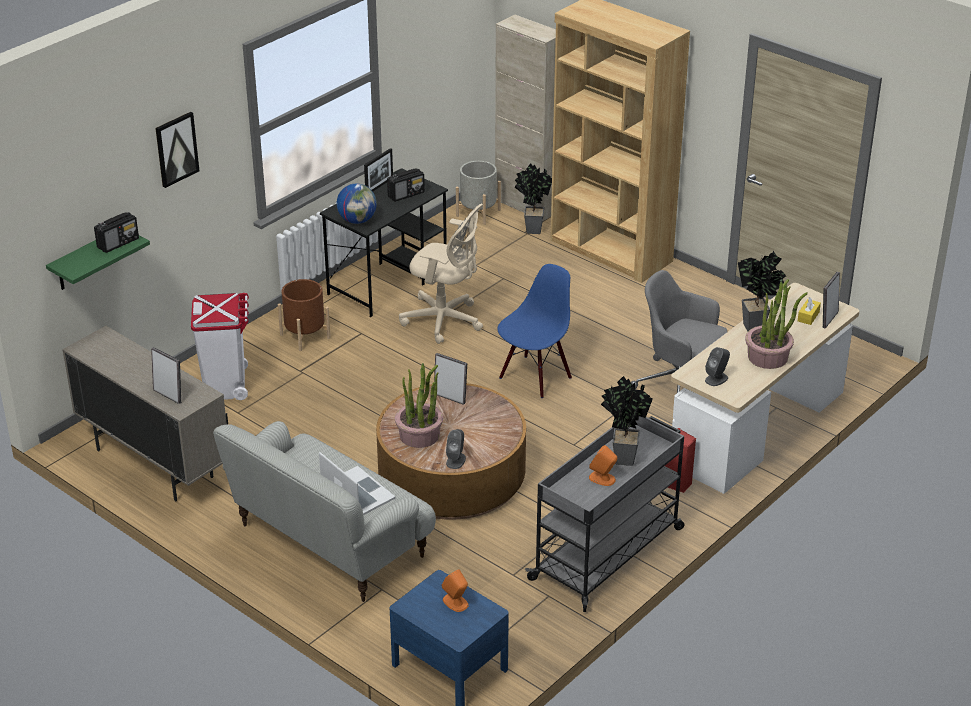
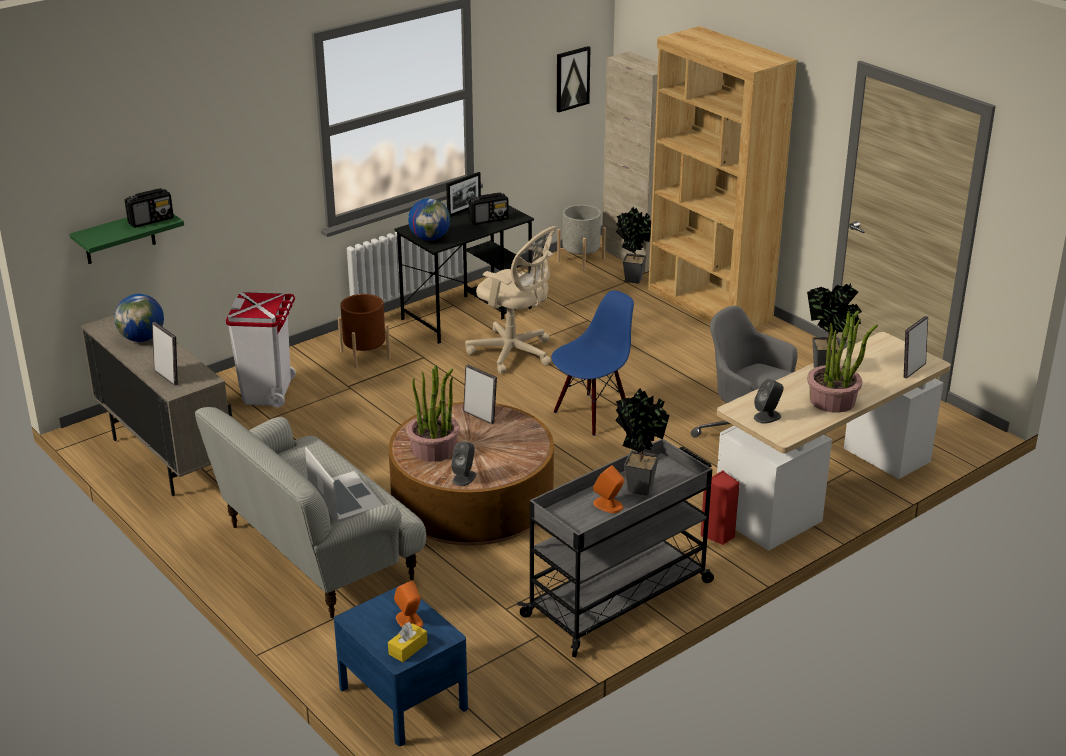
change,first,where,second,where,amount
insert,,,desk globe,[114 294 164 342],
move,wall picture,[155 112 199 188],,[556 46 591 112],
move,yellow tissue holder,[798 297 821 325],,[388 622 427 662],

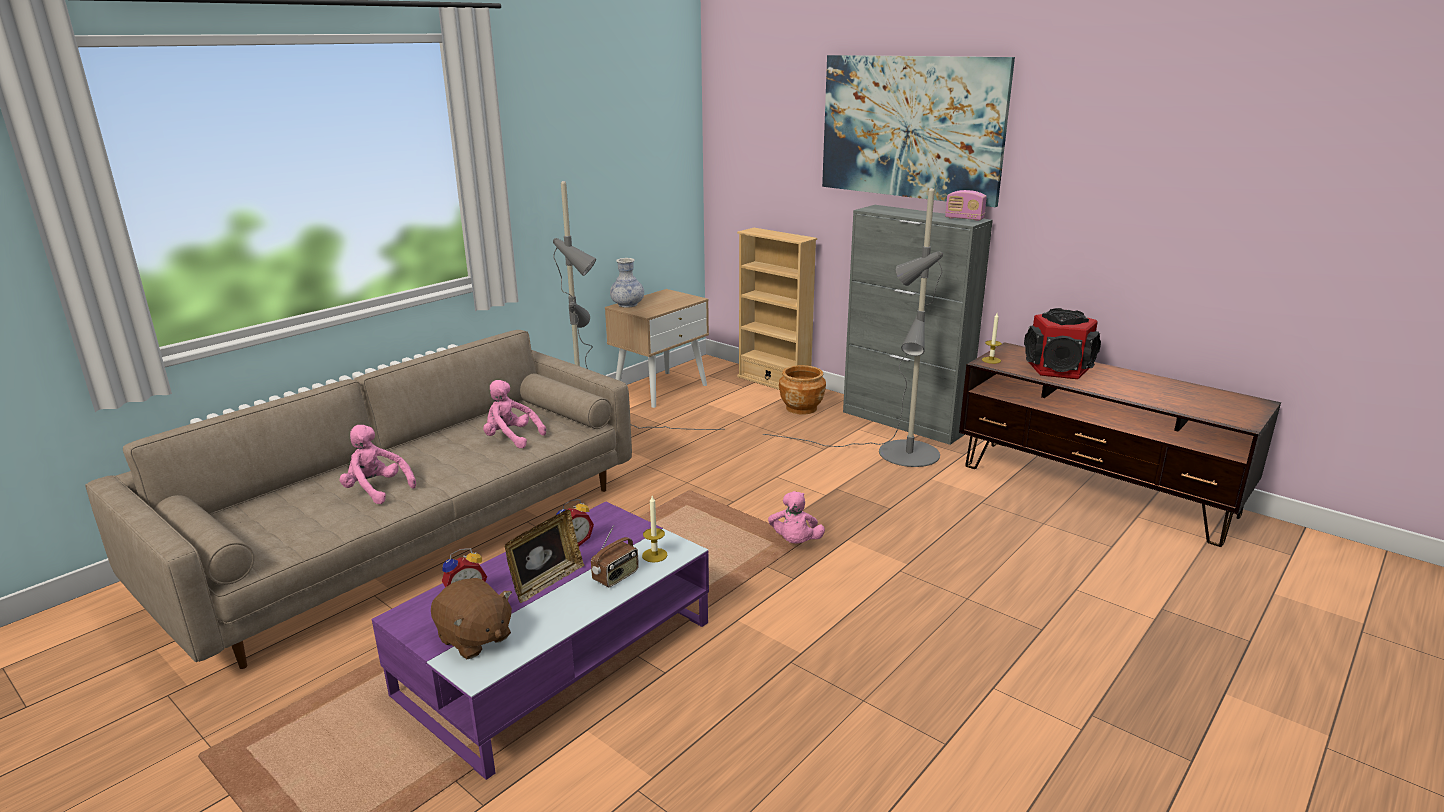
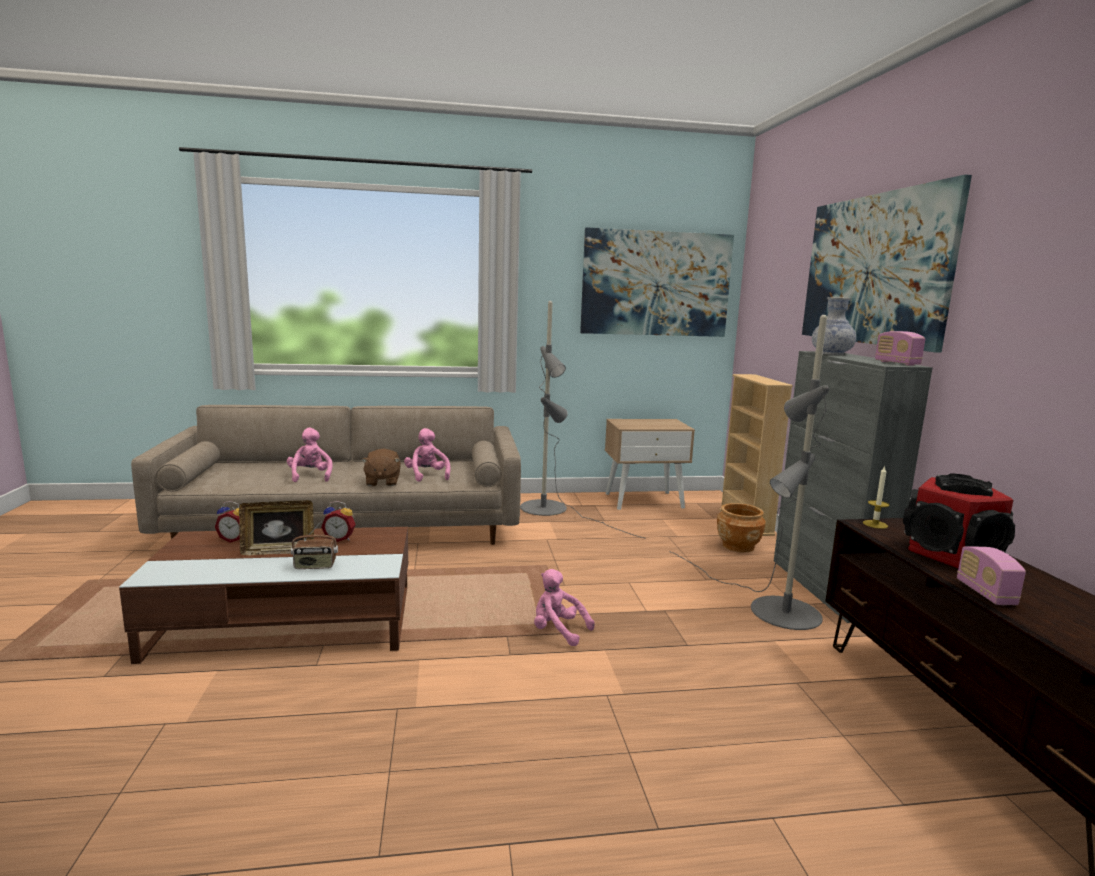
change,first,where,second,where,amount
delete,wax light,[642 496 668 563],,,
insert,,,wall picture,[580 227 734 337],
insert,,,radio set,[957 546 1026 605],
move,brown plush toy,[431 578 512 659],,[361 448 401 486],
move,flower vase,[610 258 644 308],,[812 297 856 355],
recolor,purplish lounge table,[372 502 709 780],brown lounge table,[119 527 408 664],
rotate,pink-coloured plush toy,[768 491 825 544],,[534 569 595 646],75 degrees clockwise

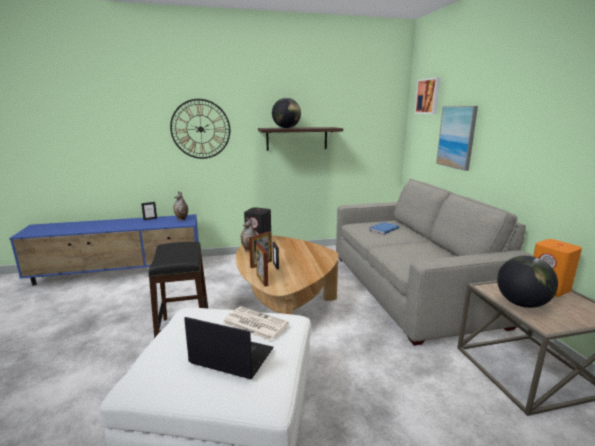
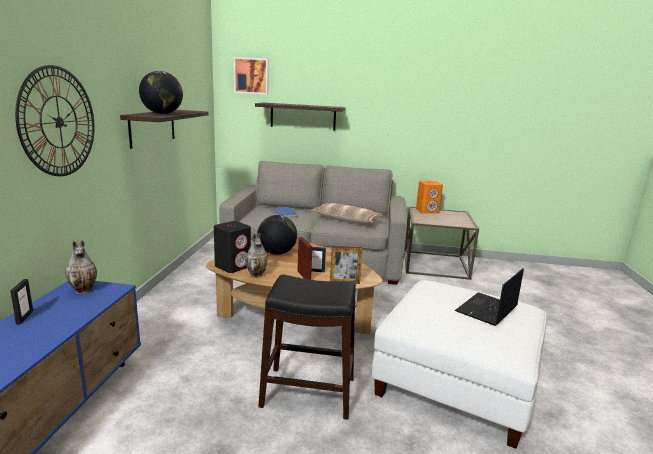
change,first,where,second,where,amount
delete,newspaper,[223 306 289 341],,,
insert,,,throw pillow,[311 203 383 224],
move,desk globe,[497 256 558 308],,[257 215 297 255],
replace,wall picture,[436 106 478 171],shelf,[255 103 345 131],

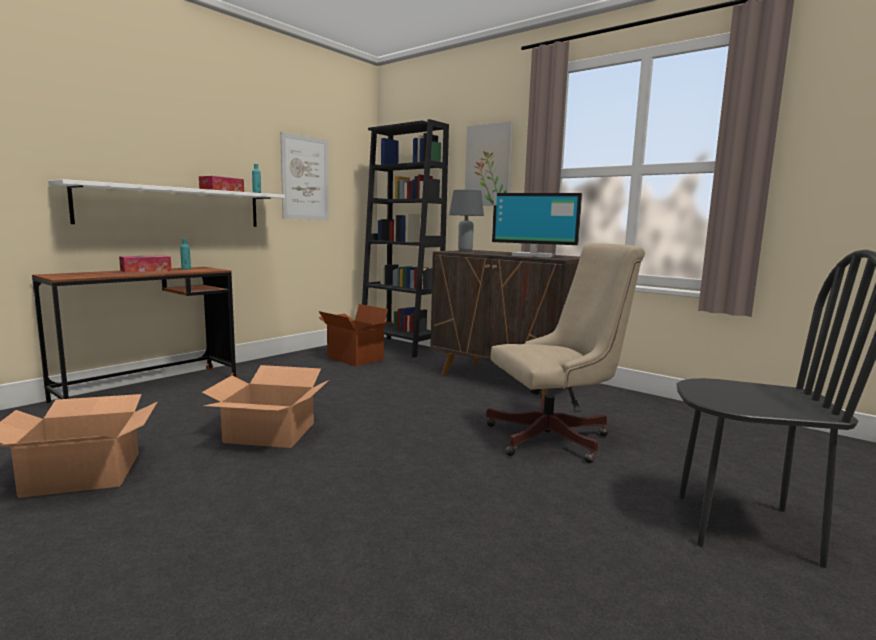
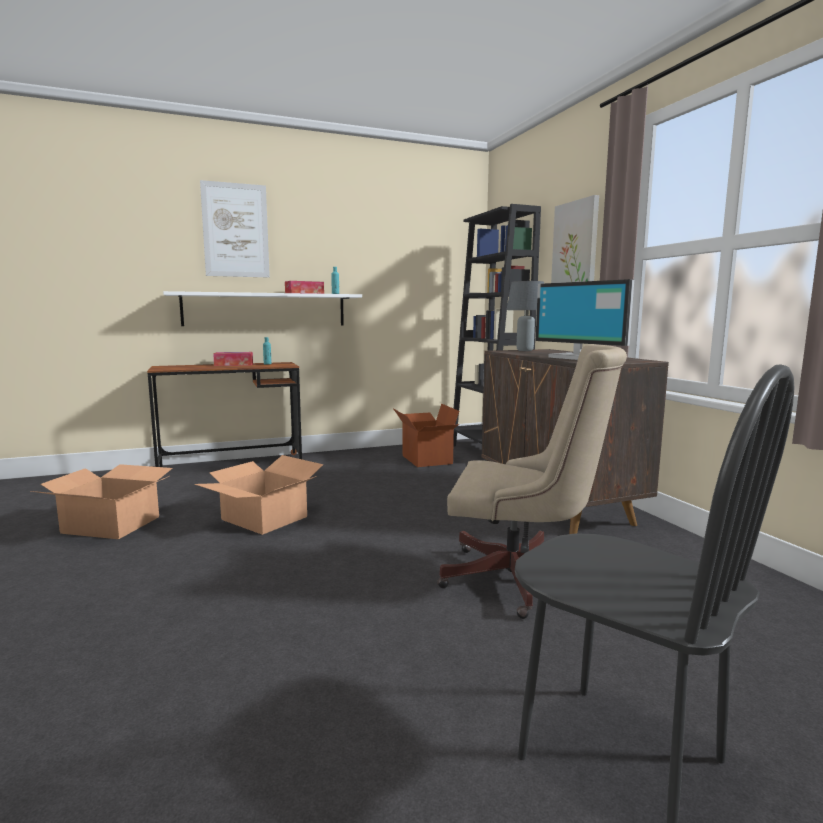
change,first,where,second,where,amount
move,wall picture,[280 132 329 220],,[200 180 270 277],

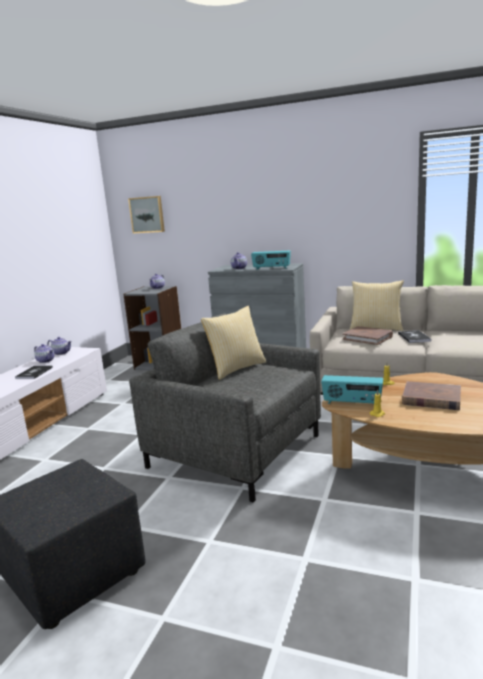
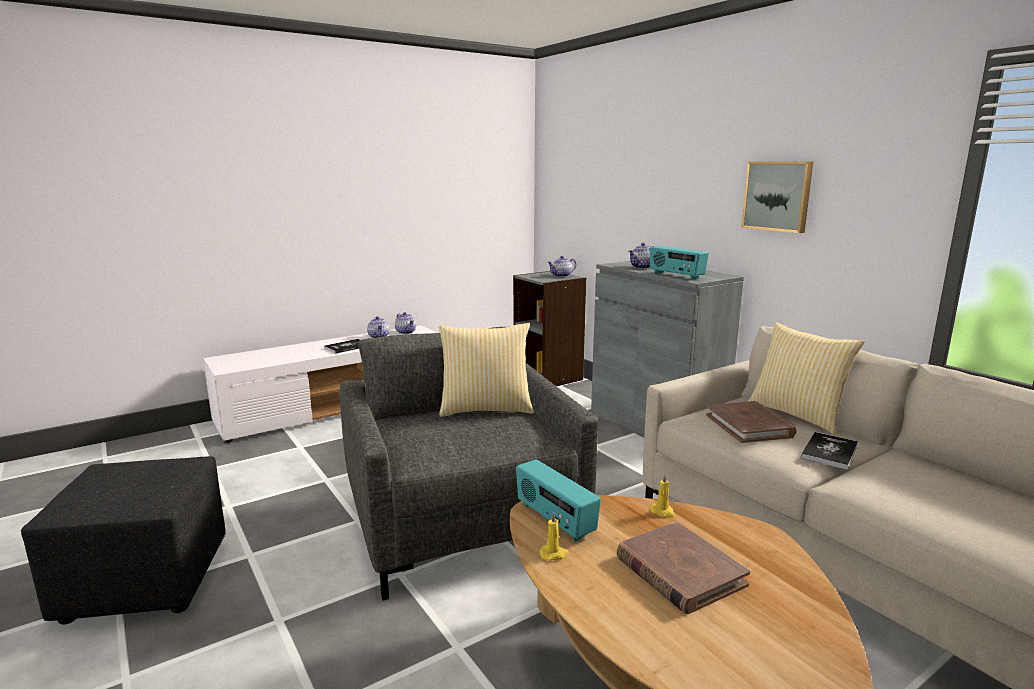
change,first,where,second,where,amount
move,wall picture,[128 196 165 233],,[741 162 813 233],

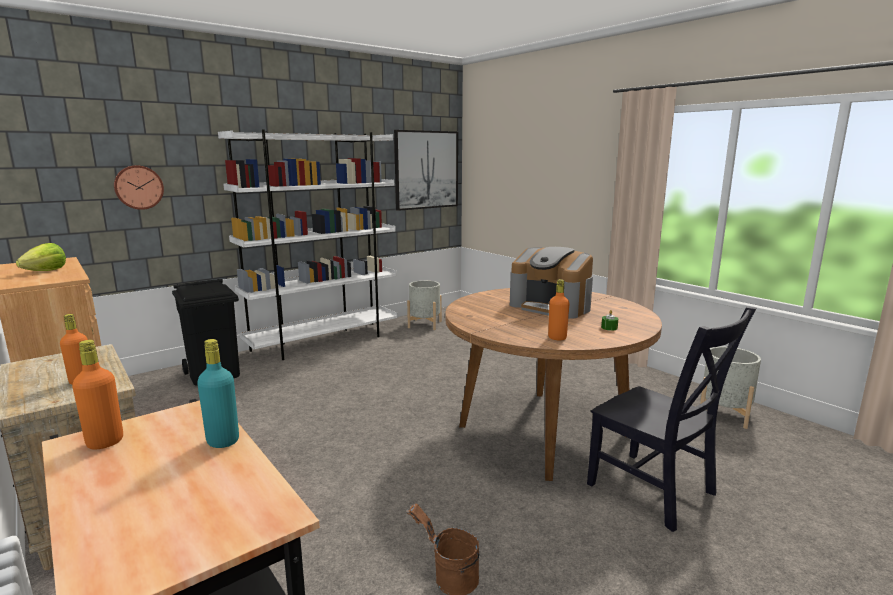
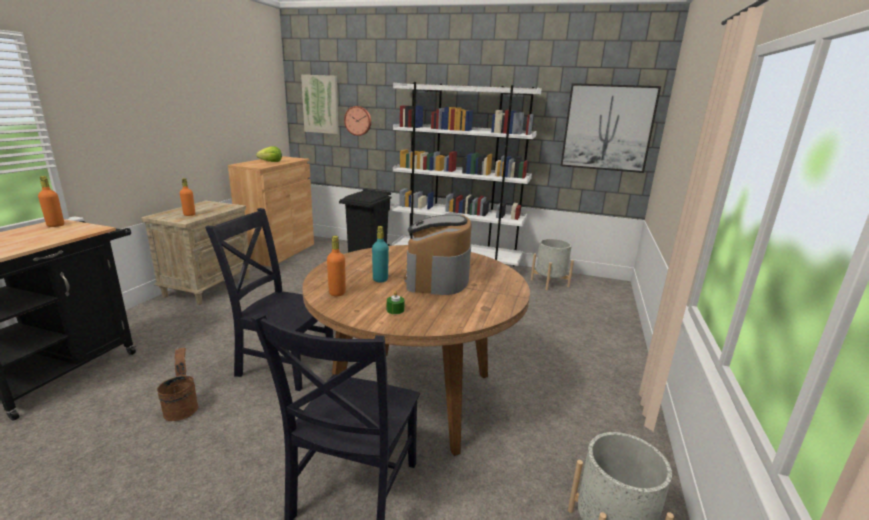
change,first,where,second,where,amount
insert,,,black-coloured plain chair,[205 208 333 391],
insert,,,wall picture,[301 75 339 134],
move,turquoise-coloured beverage bottle,[197 339 239 448],,[372 226 389 283],

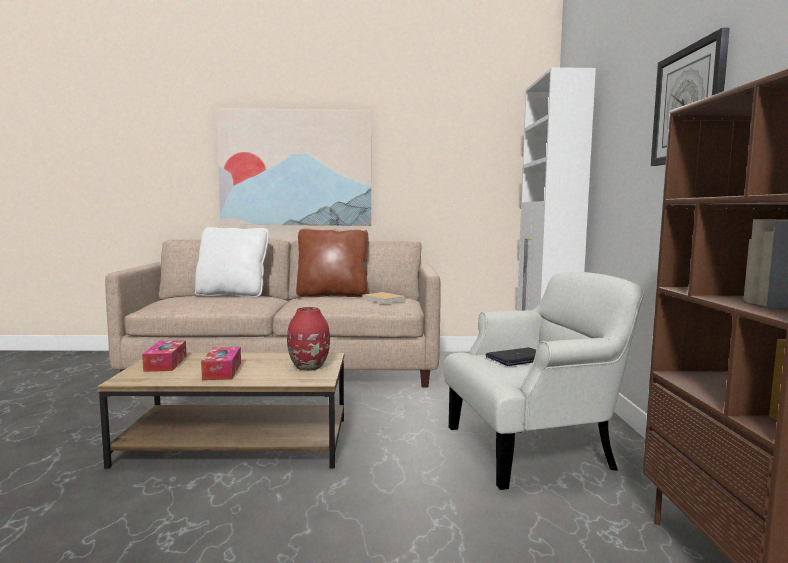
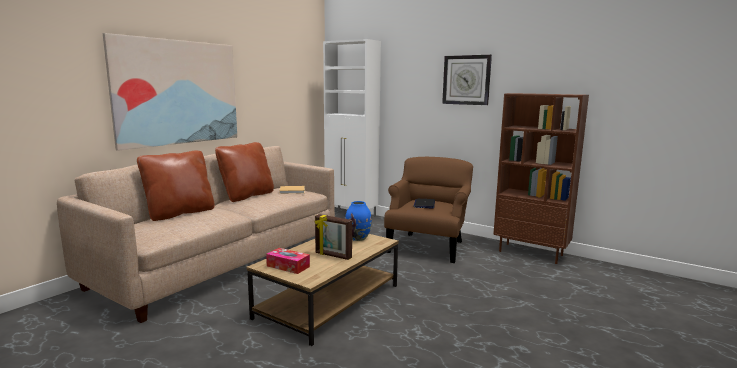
change,first,where,second,where,amount
replace,tissue holder,[201 347 241 380],standing frame,[315 214 352 260],
recolor,white-coloured throw pillow,[195 227 269 297],brown throw pillow,[137 151 215 221],
recolor,red flower vase,[287 307 330 371],blue-coloured flower vase,[345 201 372 241],
recolor,white-coloured easy chair,[444 272 645 490],brown easy chair,[384 157 473 263],

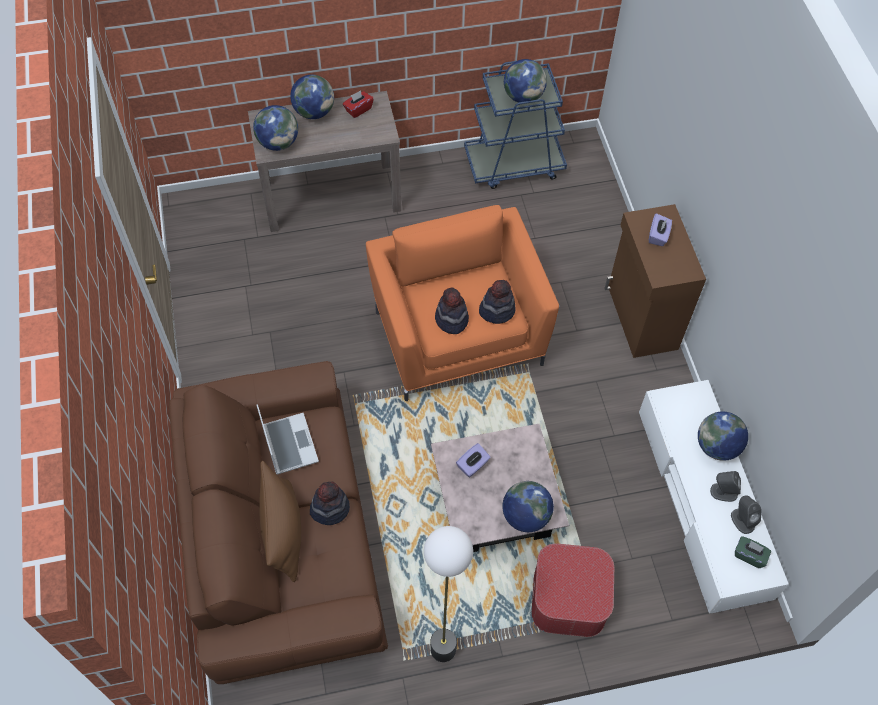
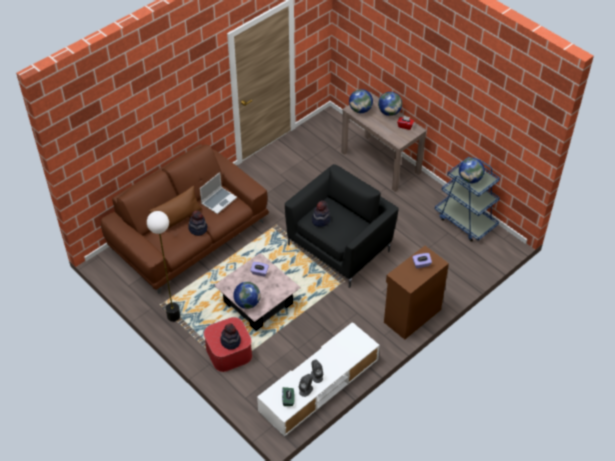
change,first,where,second,where,amount
delete,desk globe,[698 411 748 461],,,
move,hat,[479 280 515 324],,[220 323 241 350],
recolor,orangey easy chair,[366 205 559 401],black-coloured easy chair,[285 164 399 288],

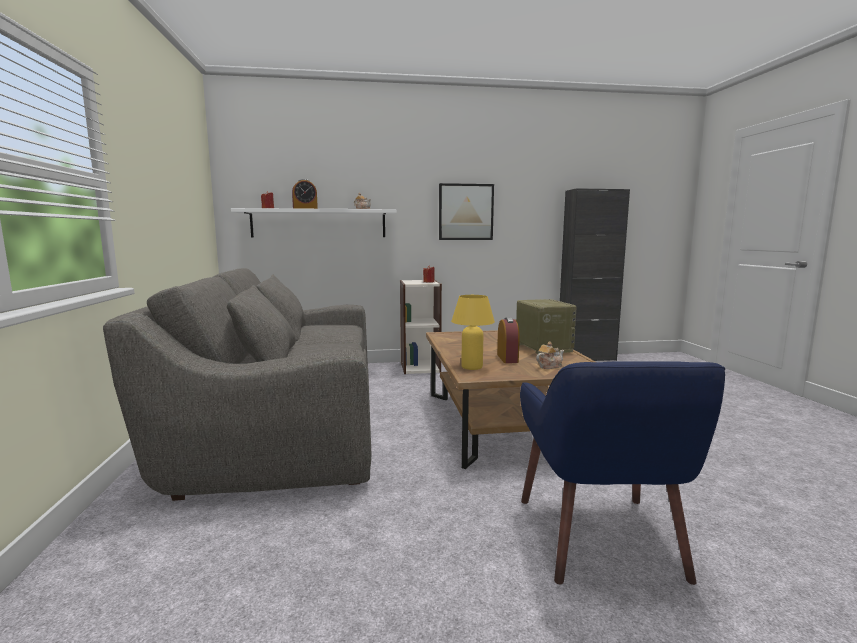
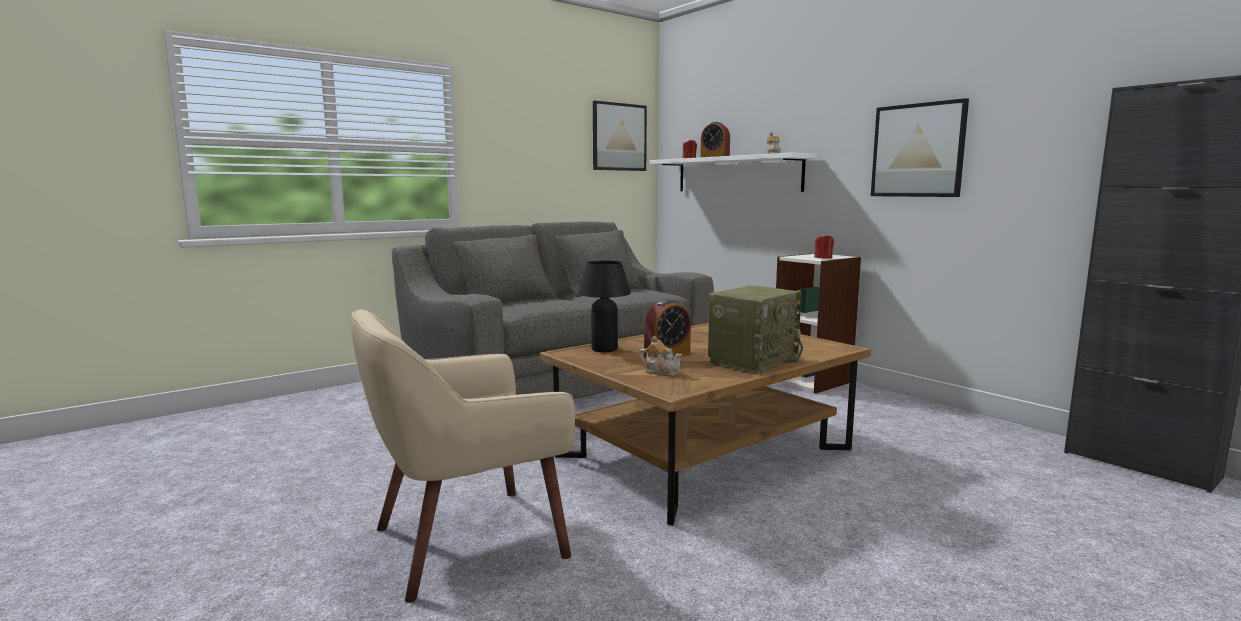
change,first,where,second,where,amount
insert,,,wall picture,[593 101 647 171],
recolor,yellow tabletop lamp,[451 295 495 370],black-coloured tabletop lamp,[578 261 631 352],
recolor,blue-coloured easy chair,[520 361 725 585],beige easy chair,[351 309 575 603],

